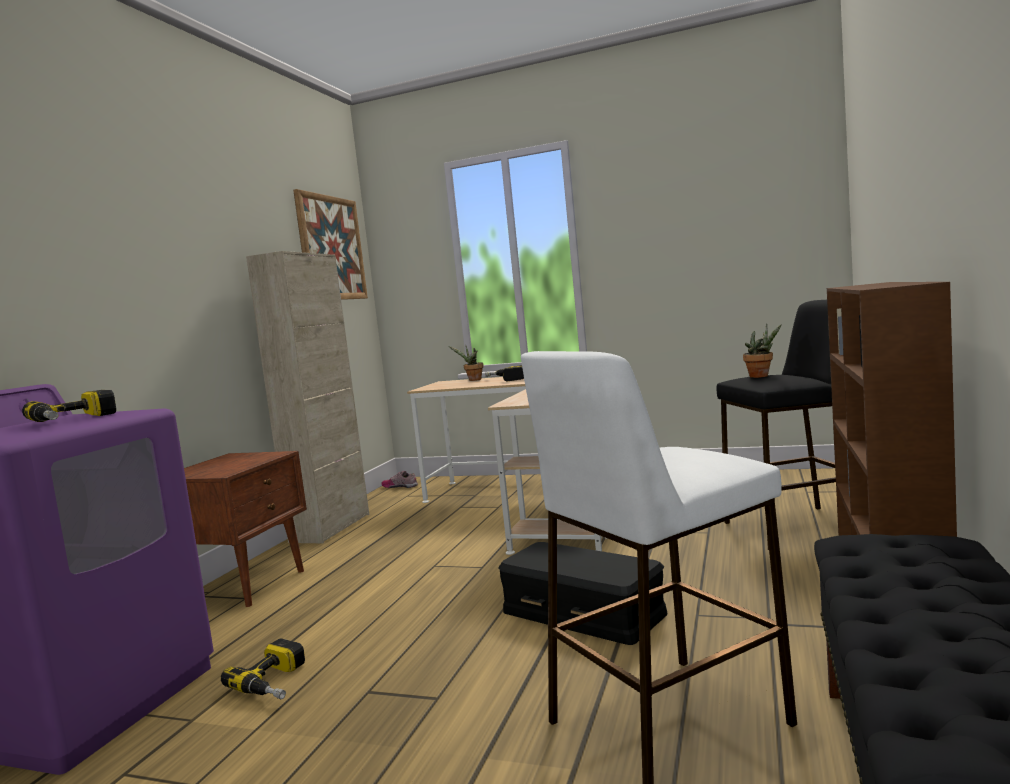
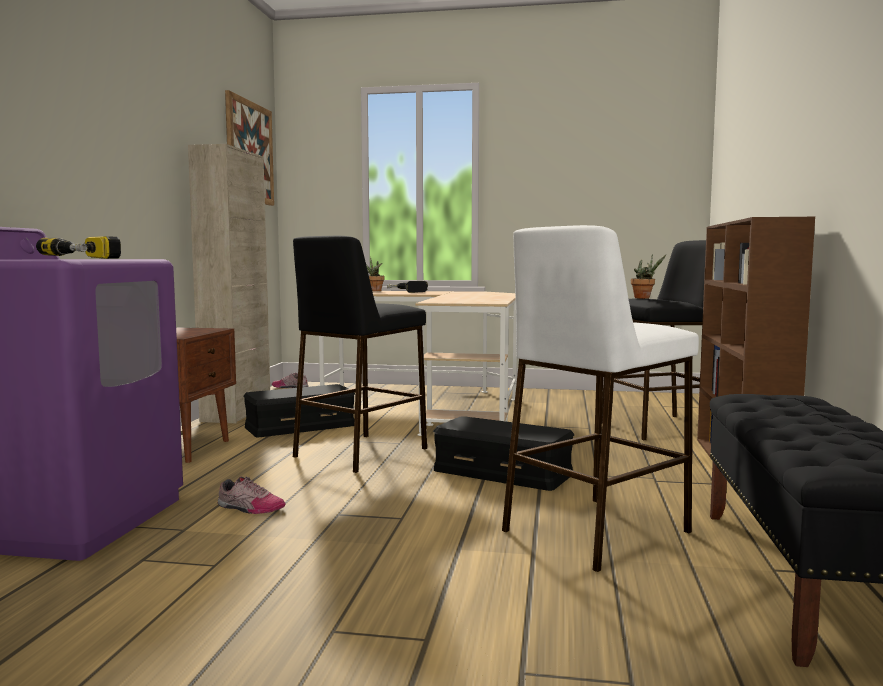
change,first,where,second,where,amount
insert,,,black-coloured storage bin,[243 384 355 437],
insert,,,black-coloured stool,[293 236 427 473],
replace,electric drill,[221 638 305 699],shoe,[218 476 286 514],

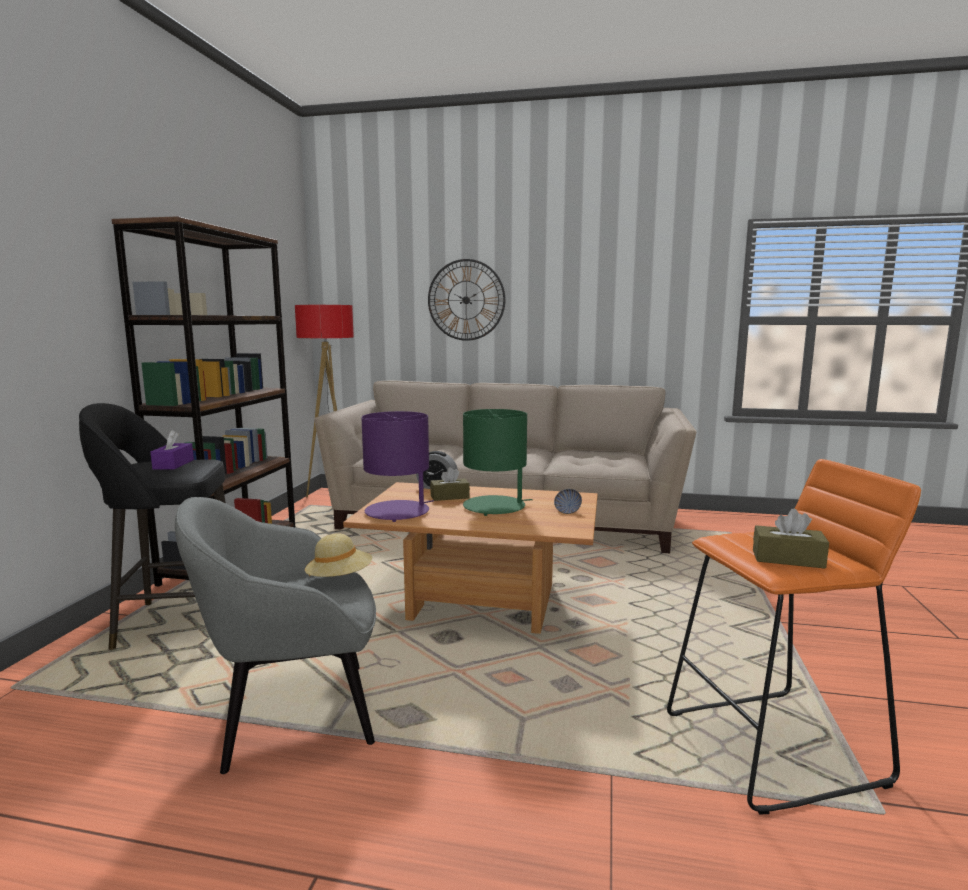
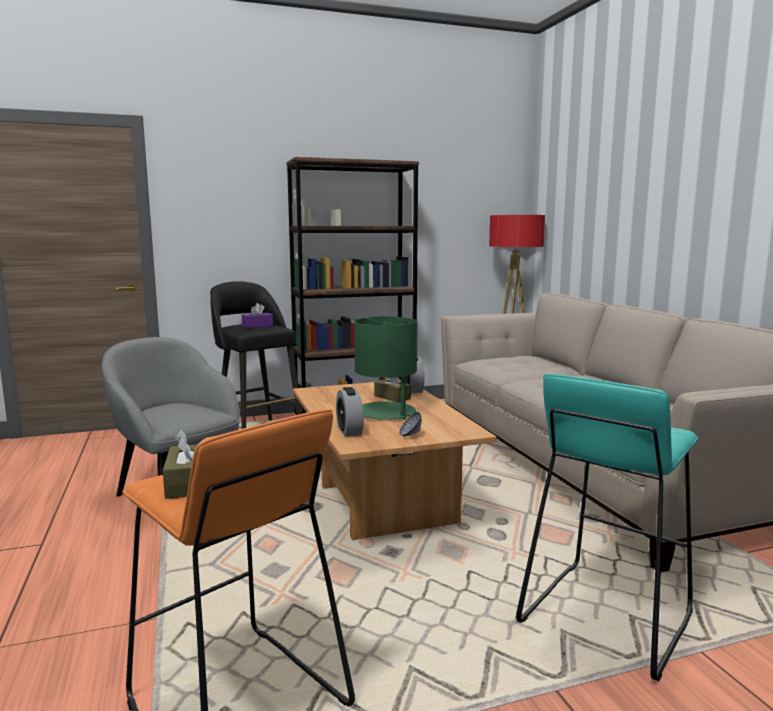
change,first,where,second,where,amount
delete,beige hat,[305 533 372 577],,,
delete,purplish tabletop lamp,[361 411 434 522],,,
delete,wall clock,[428 259 505 341],,,
insert,,,bedside clock,[336 387 364 437],
insert,,,turquoise-coloured stool,[516 373 699 681],

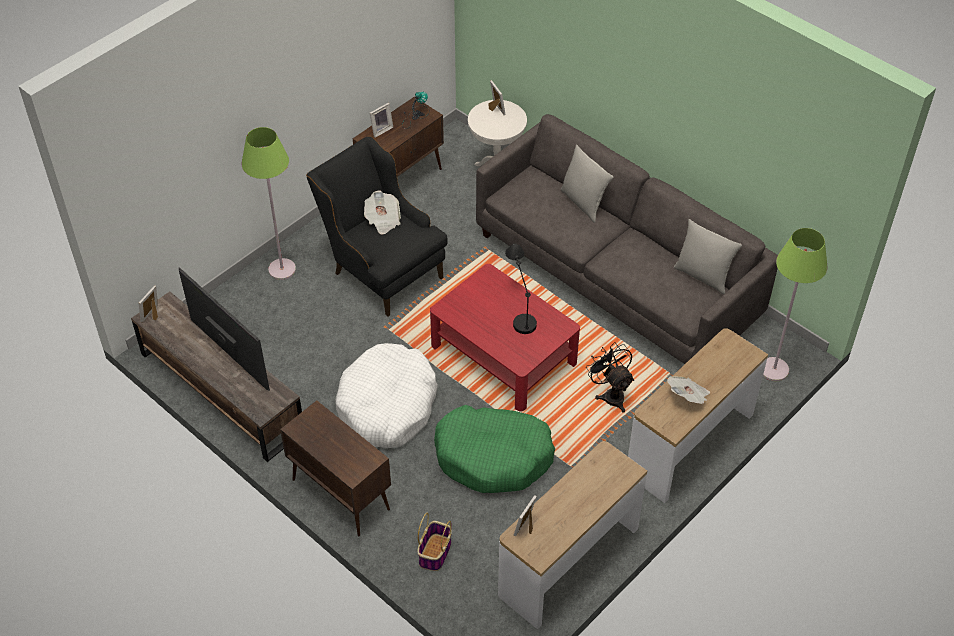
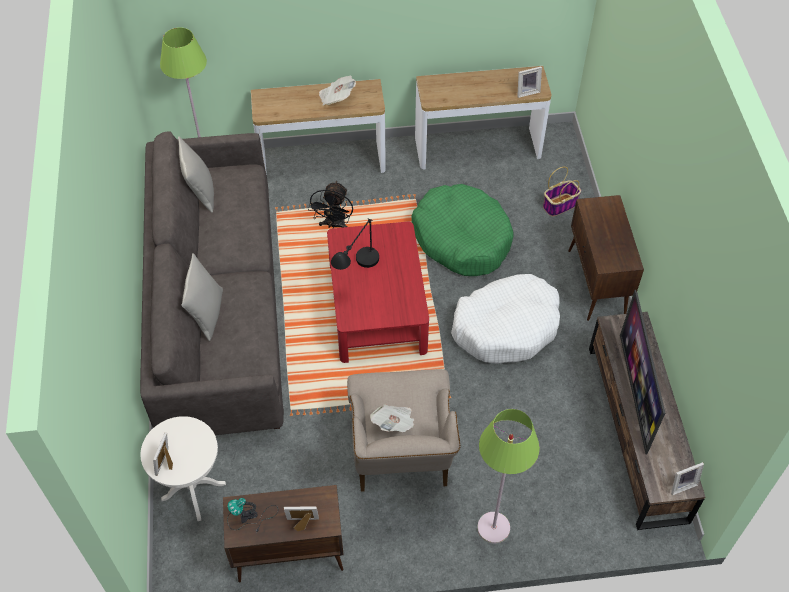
change,first,where,second,where,amount
recolor,black-coloured easy chair,[306 136 448 317],beige easy chair,[347 369 460 492],

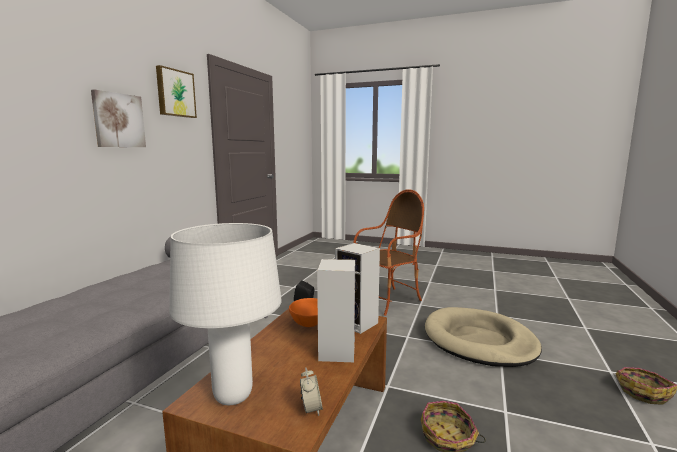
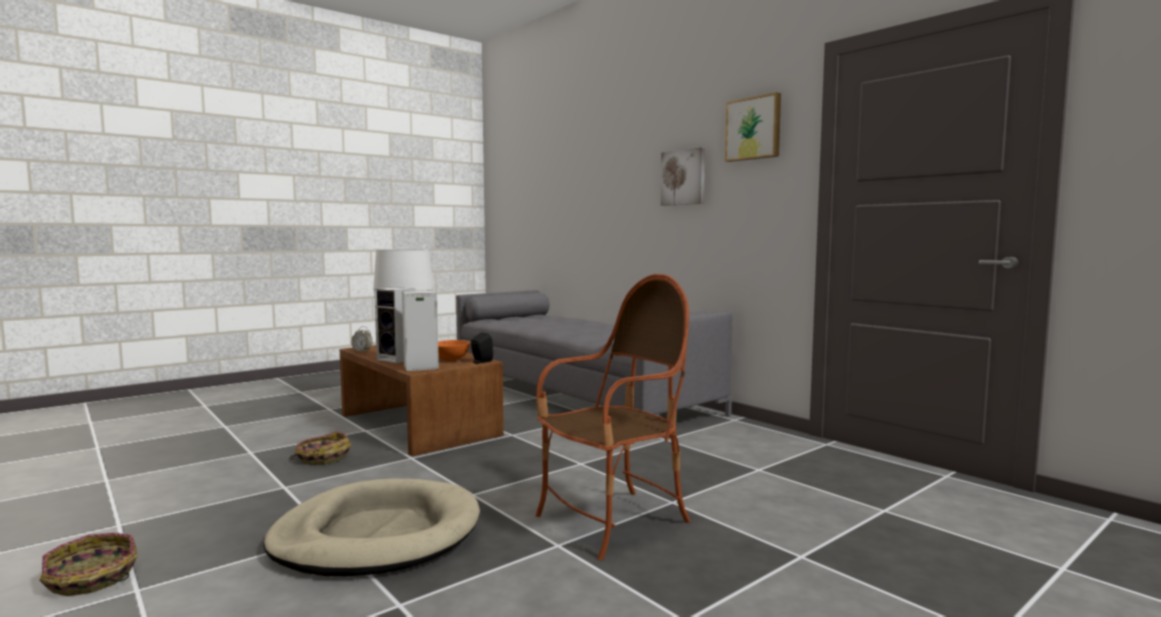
change,first,where,second,where,amount
rotate,easy chair,[353 189 424 316],,[535 274 690 560],120 degrees counterclockwise

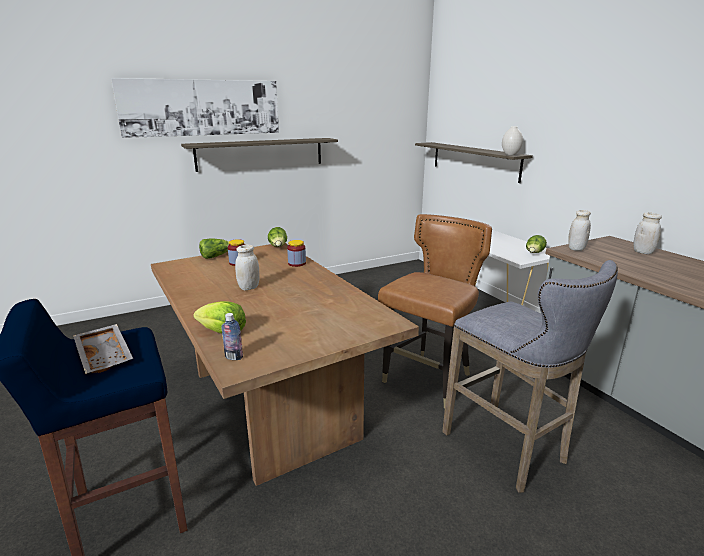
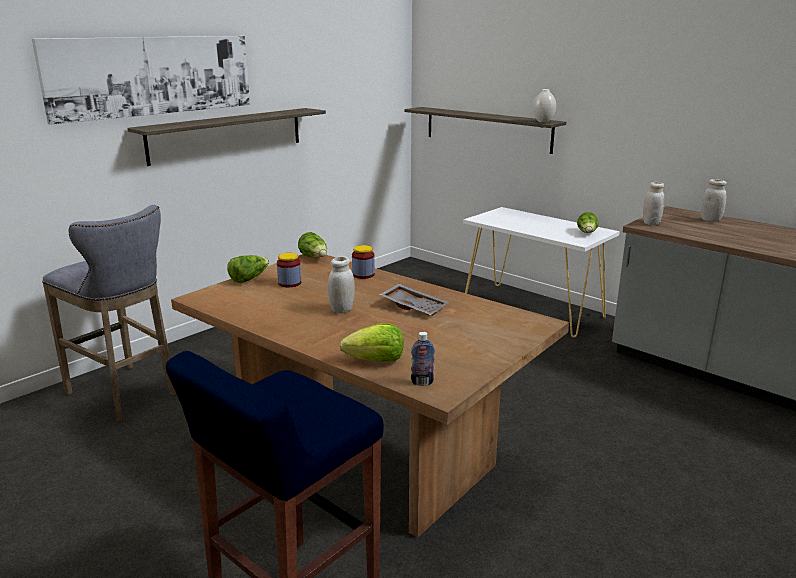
change,first,where,second,where,amount
delete,brown plain chair,[378 214 492 409],,,
move,gray carrying tray,[73 324 133 374],,[379 283 449 316],
move,gray stool,[442 260 618 493],,[42 205 176 421],

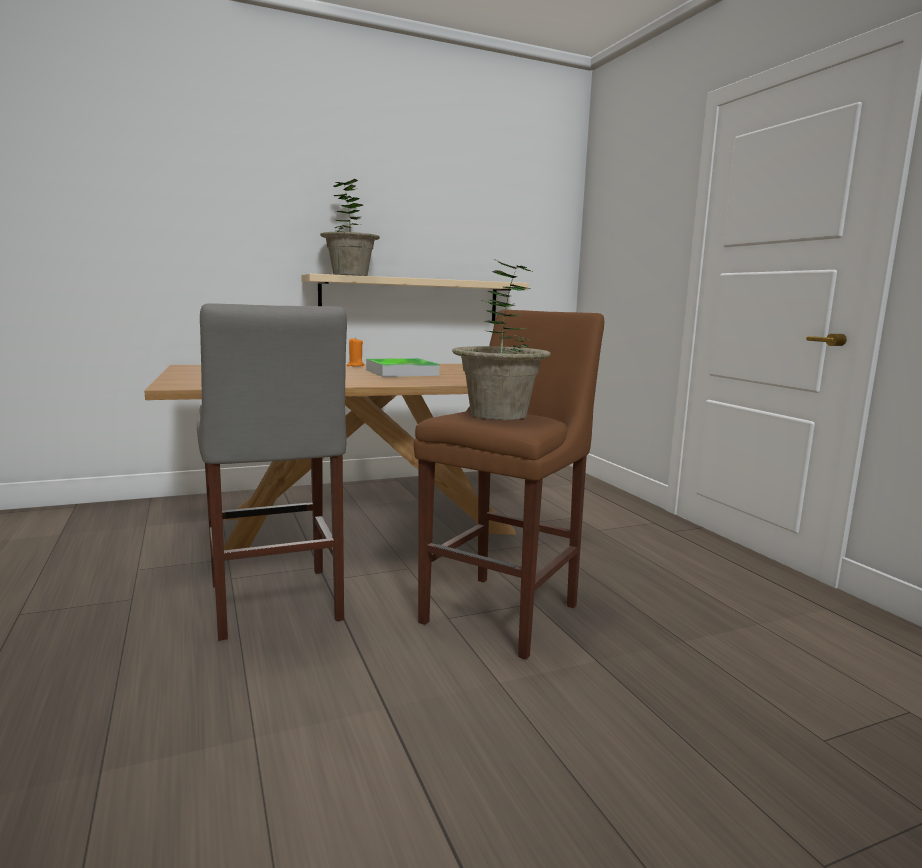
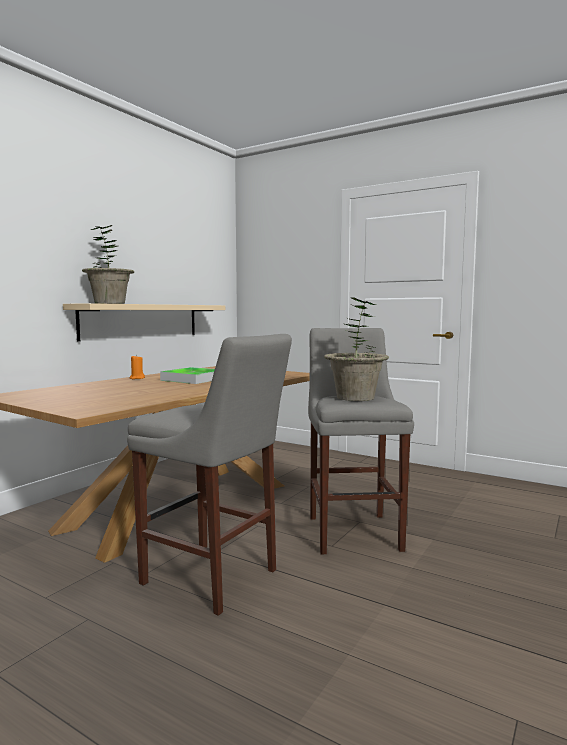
change,first,where,second,where,amount
recolor,brown stool,[414 310 604 660],gray stool,[308 328 414 554],

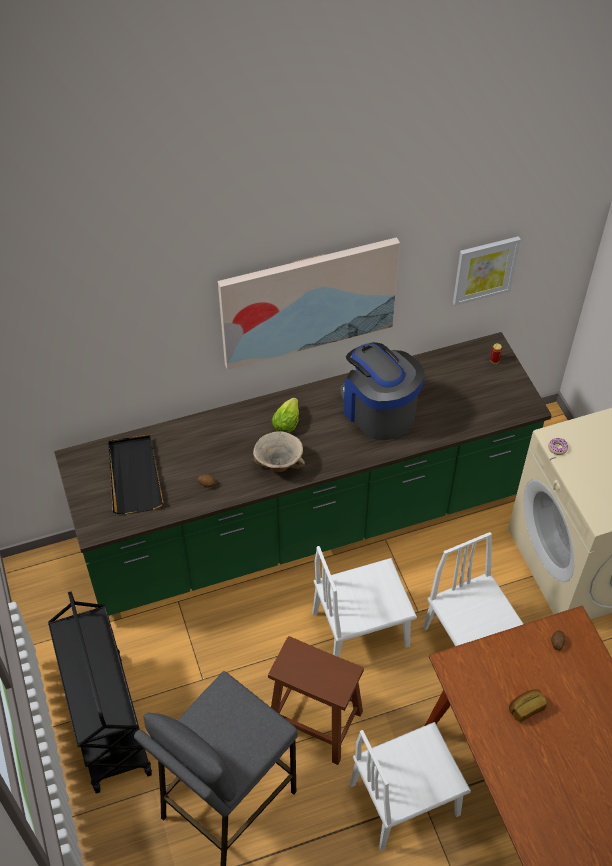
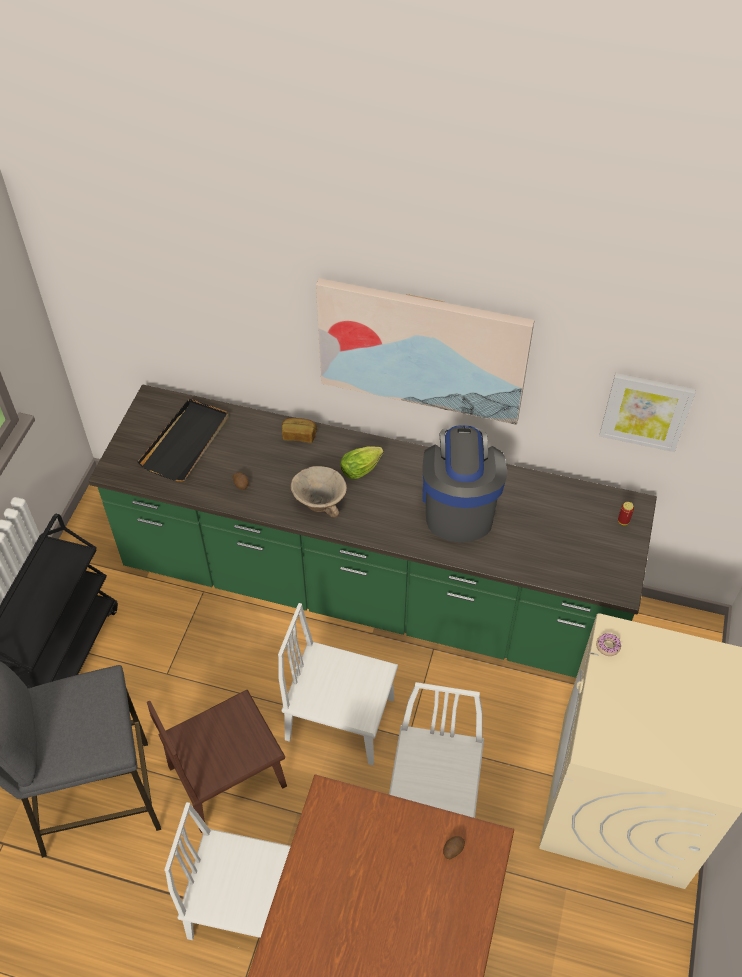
change,first,where,second,where,amount
move,bakery bread,[509 689 547 723],,[282 418 317 443],
replace,brown stool,[268 636 364 765],brown plain chair,[147 690 287 833],

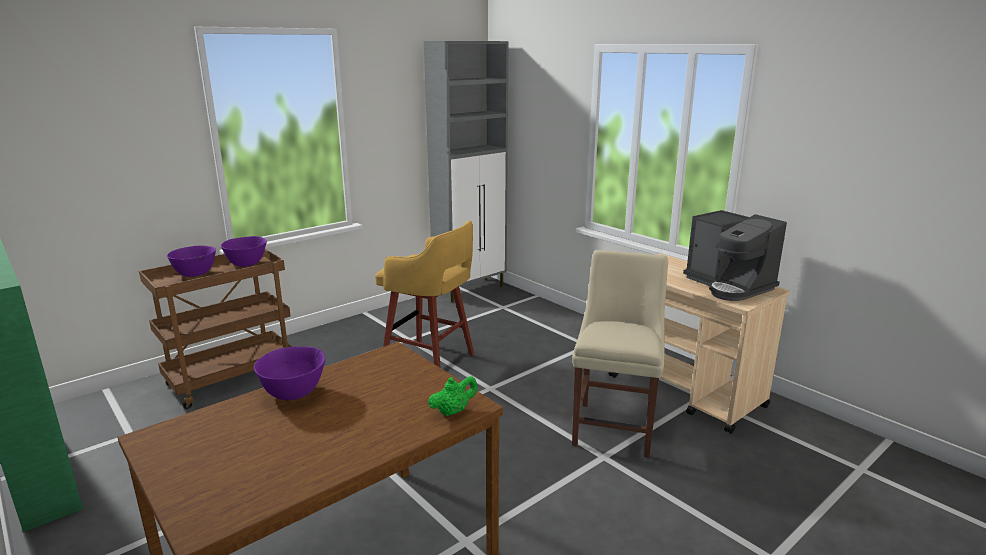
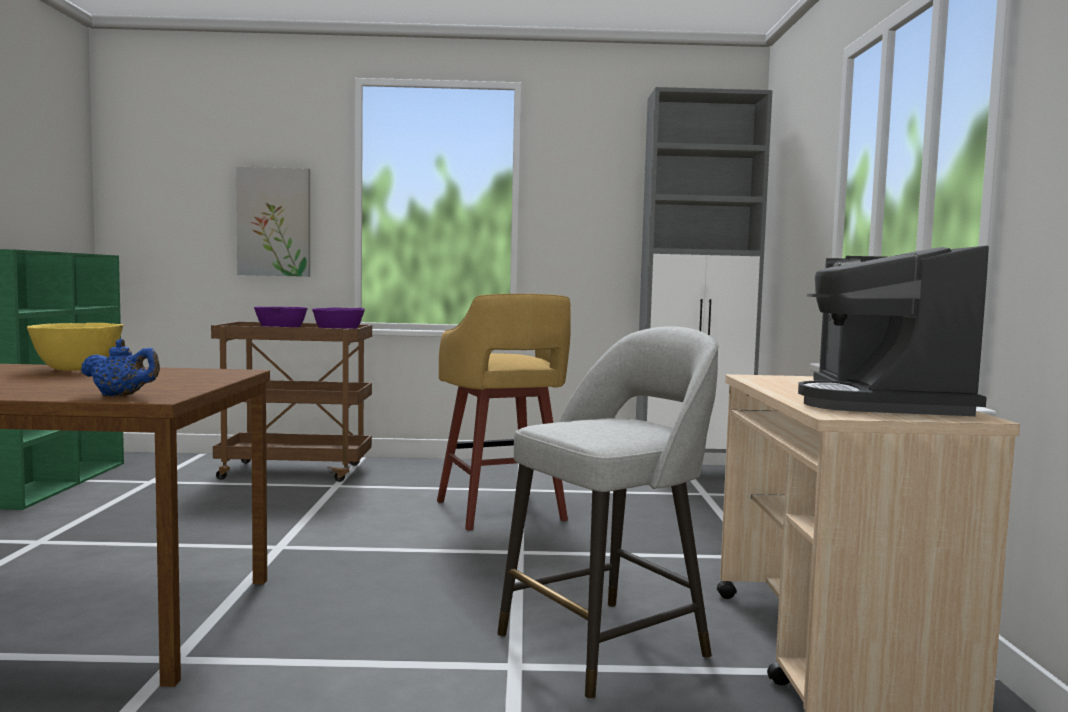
change,first,where,second,where,amount
insert,,,wall picture,[236 167 310 277],
replace,beige plain chair,[572 250 668 458],gray stool,[497 327 718 699],
recolor,purplish bowl,[254 346 325 400],yellow bowl,[27 323 123 371],
recolor,greenish pot for tea,[428 376 478 416],blue-coloured pot for tea,[81 339 160 396],

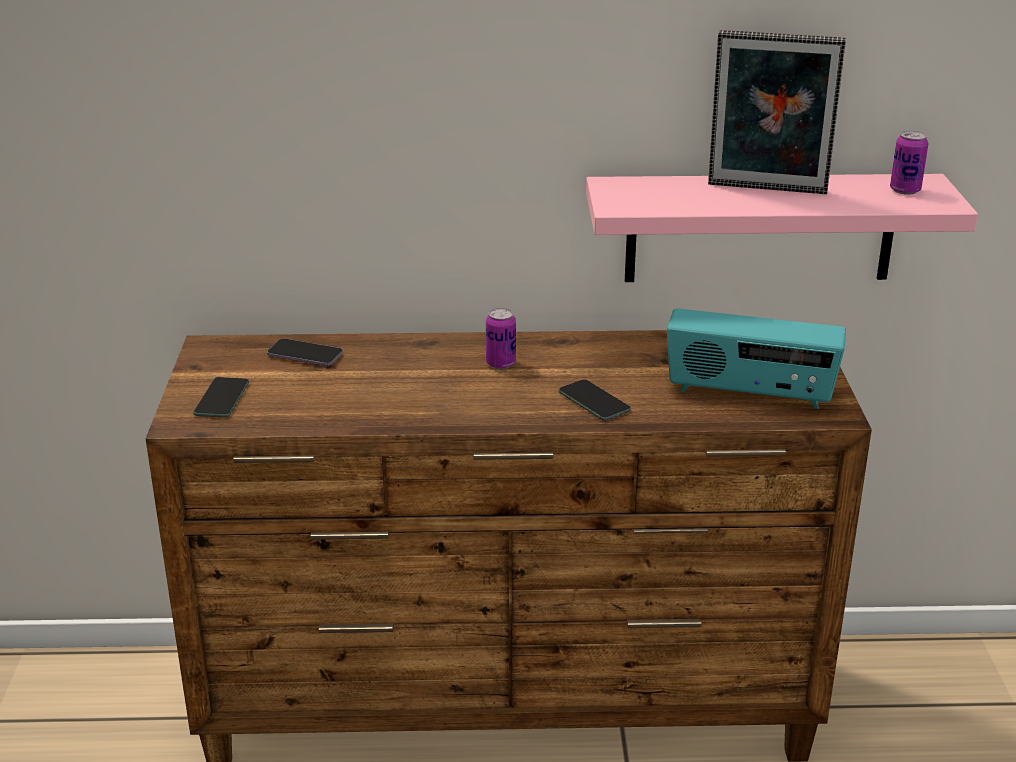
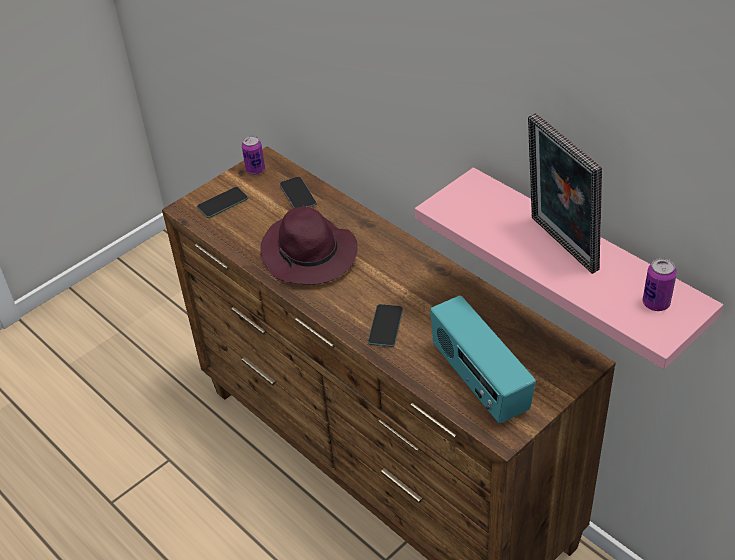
change,first,where,second,where,amount
insert,,,purplish hat,[261 207 358 285],
move,can,[486 308 516 369],,[242 136 265 175],

